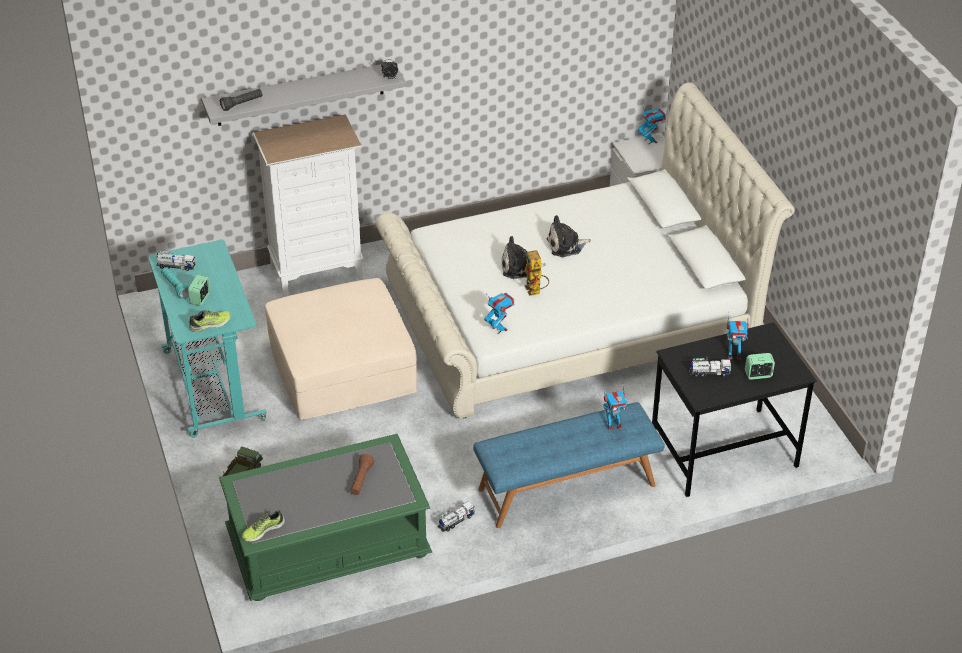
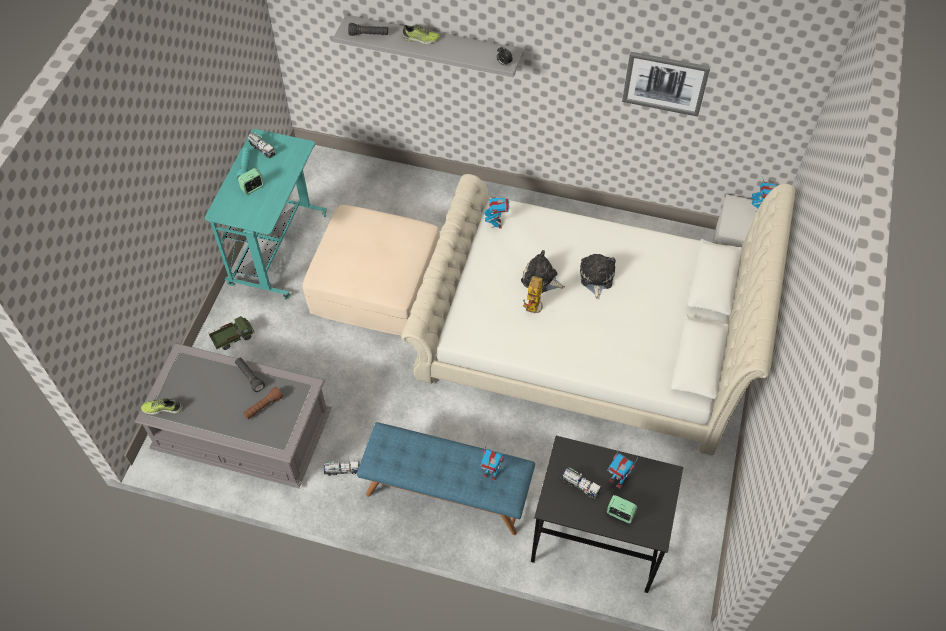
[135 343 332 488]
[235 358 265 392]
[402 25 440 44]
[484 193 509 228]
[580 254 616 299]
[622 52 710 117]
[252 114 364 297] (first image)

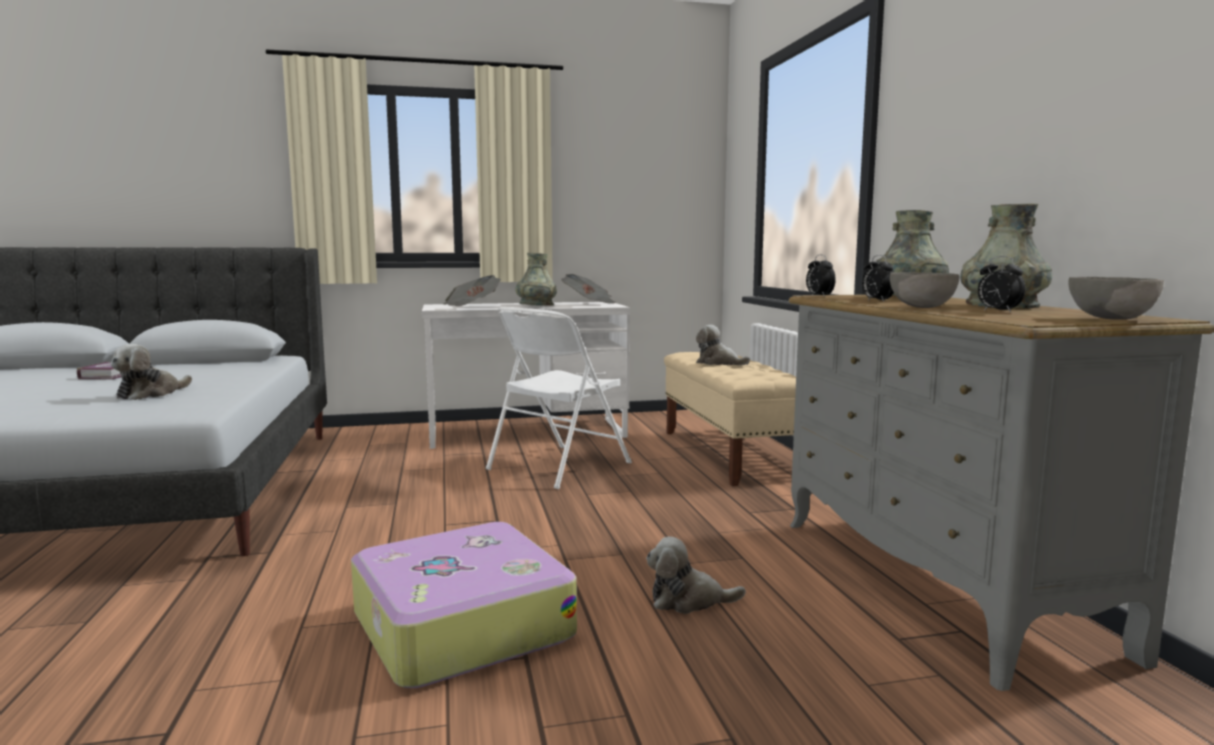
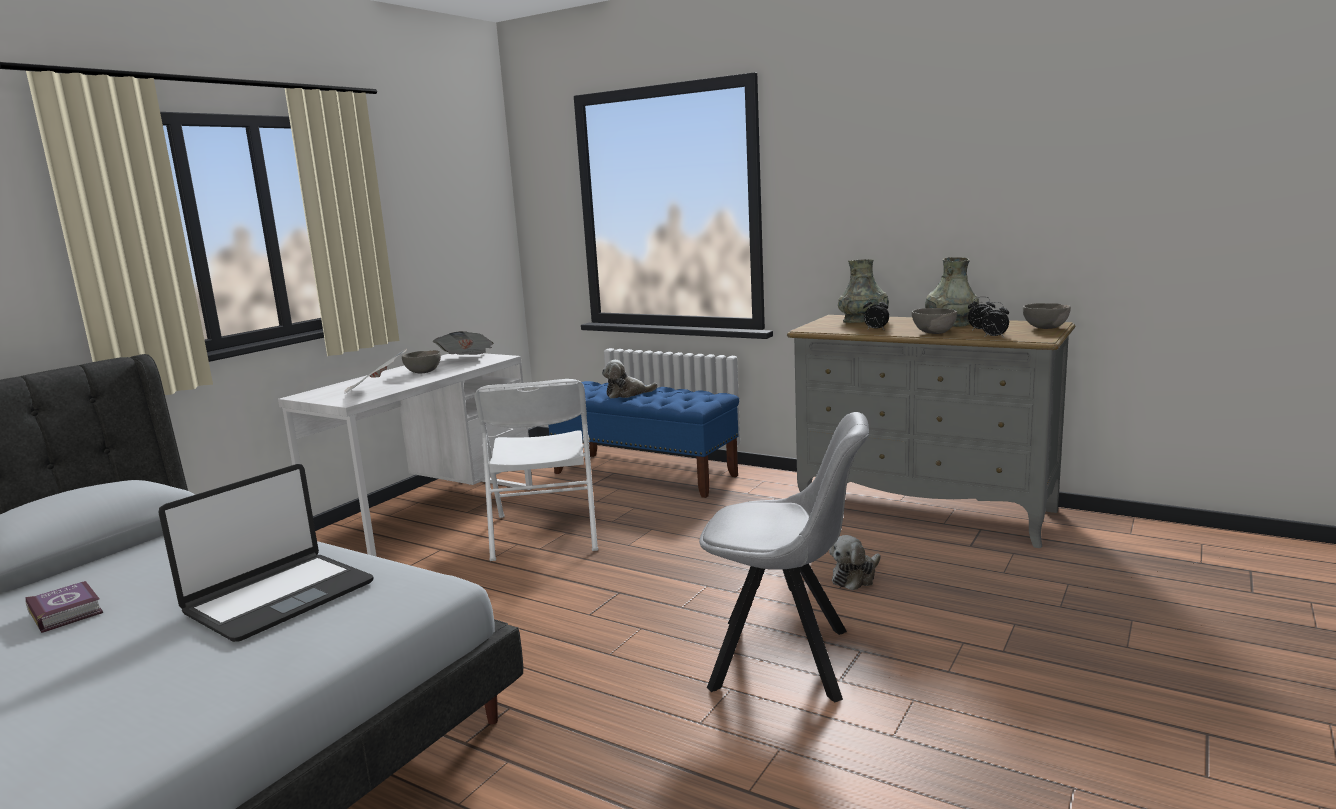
[159 464 374 642]
[402 350 441 374]
[548 381 739 498]
[699 412 869 702]
[980 302 1009 338]

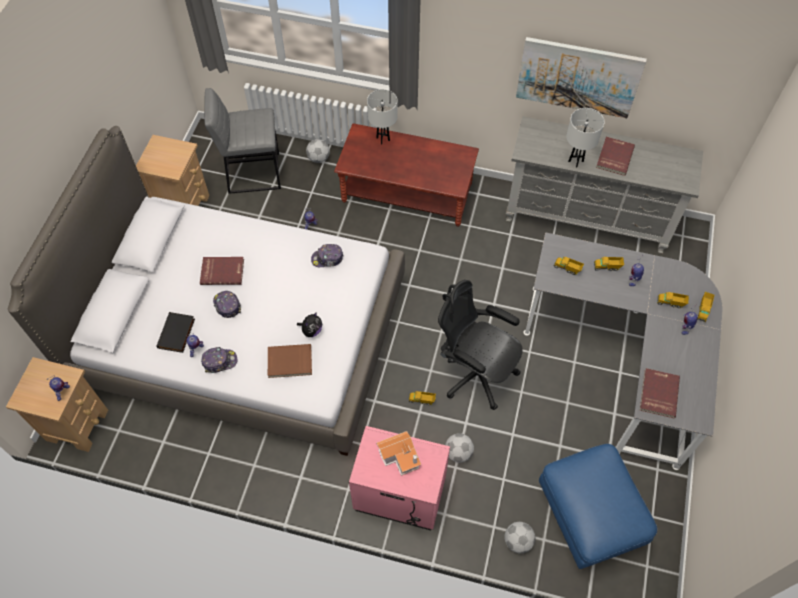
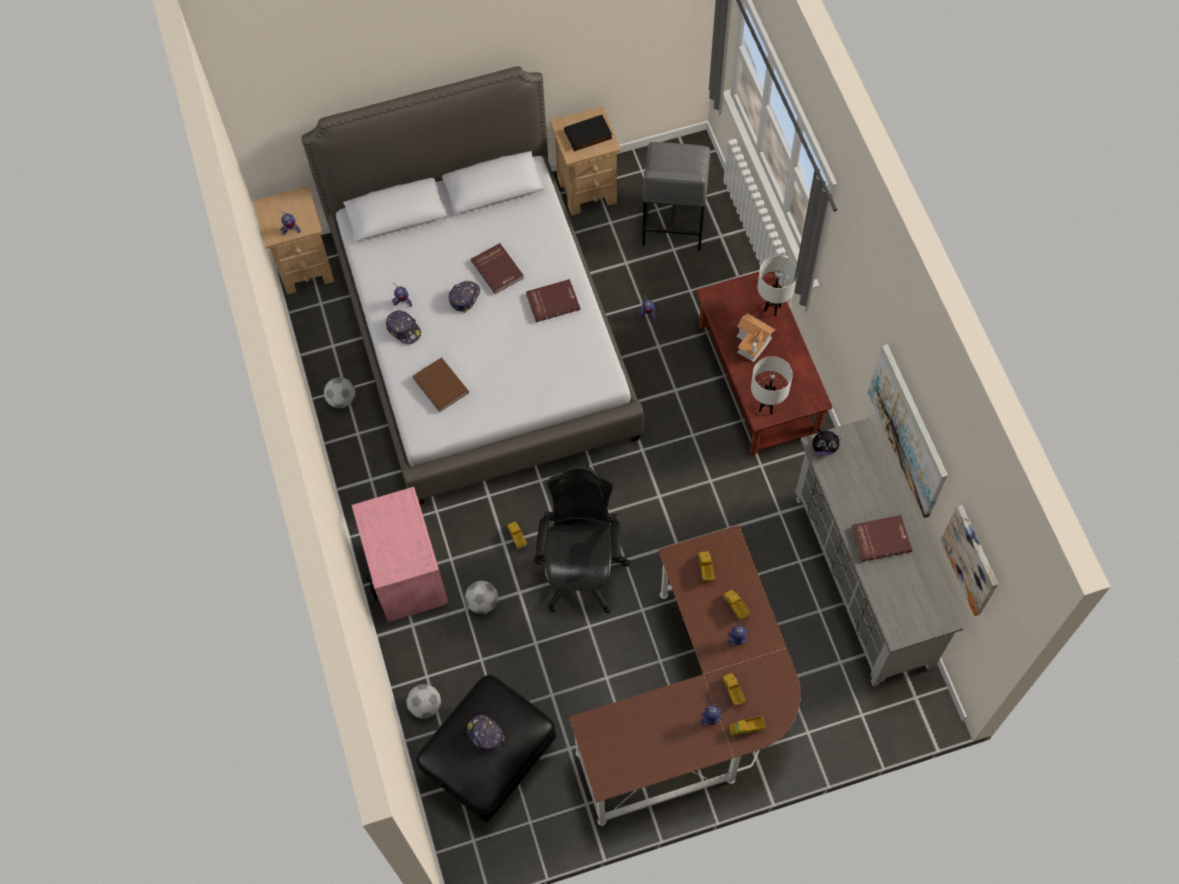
[324 377 355 408]
[416 675 557 822]
[467 715 505 752]
[526 279 580 322]
[564 115 612 151]
[569 525 801 826]
[642 142 710 250]
[736 313 775 362]
[751 356 793 415]
[812 428 840 455]
[941 505 998 616]

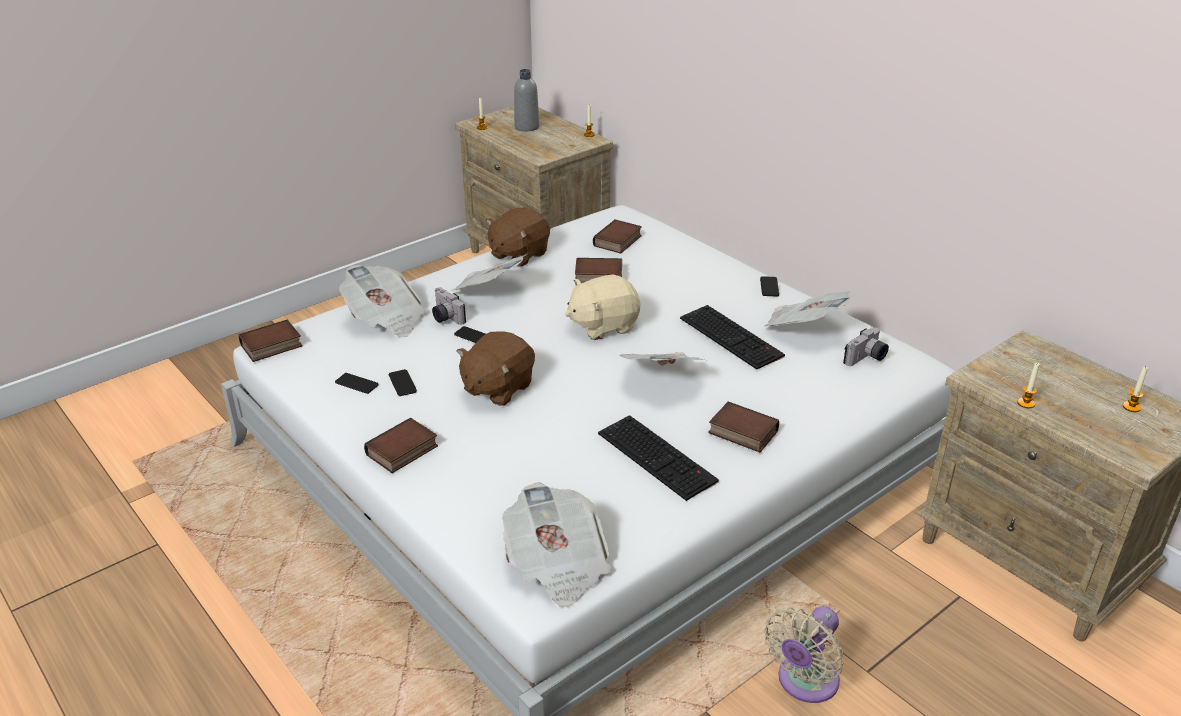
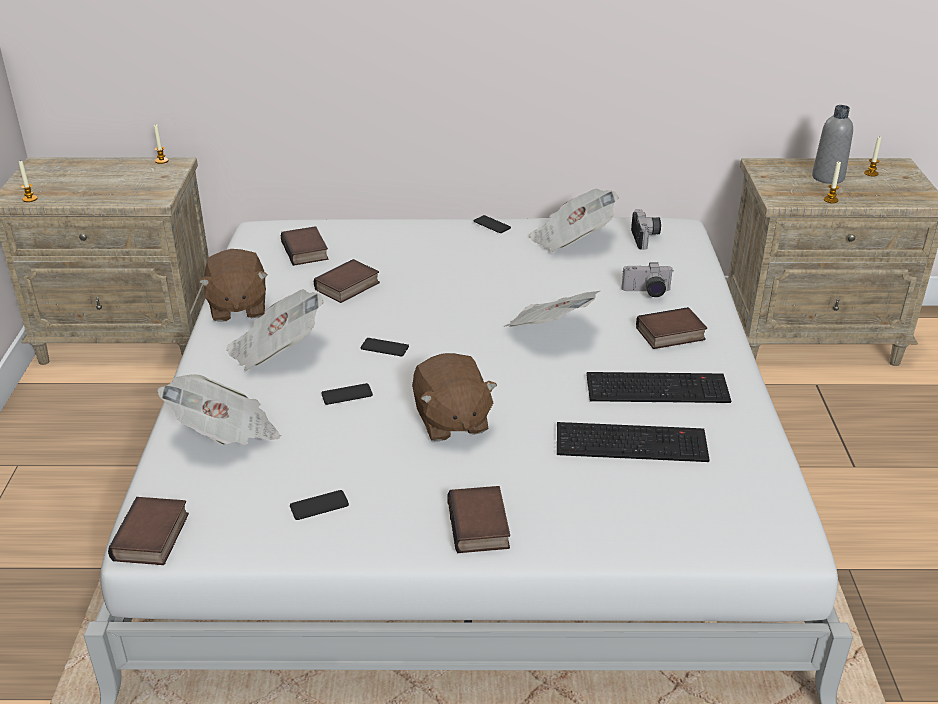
[361 338 409 356]
[557 422 709 462]
[621 263 674 297]
[812 105 853 184]
[502 482 611 607] (first image)
[565 275 641 340] (first image)
[764 606 843 703] (first image)

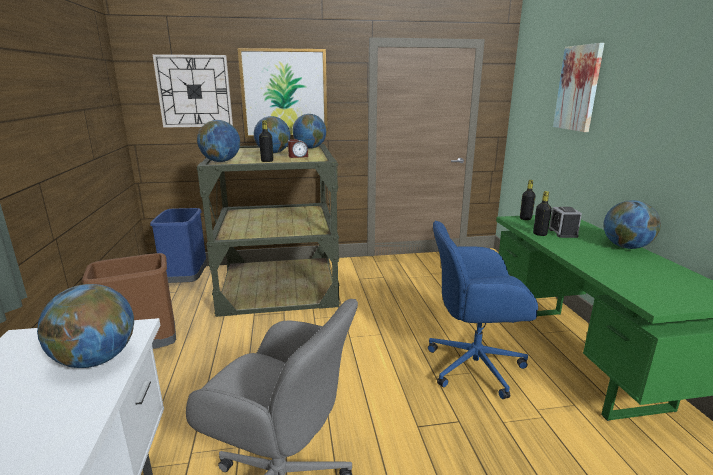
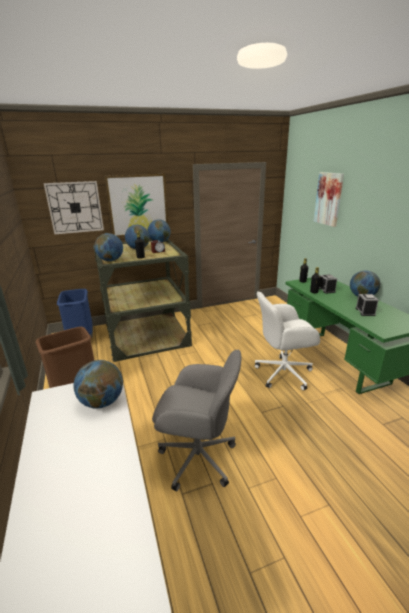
[255 292 320 390]
[356 294 379 316]

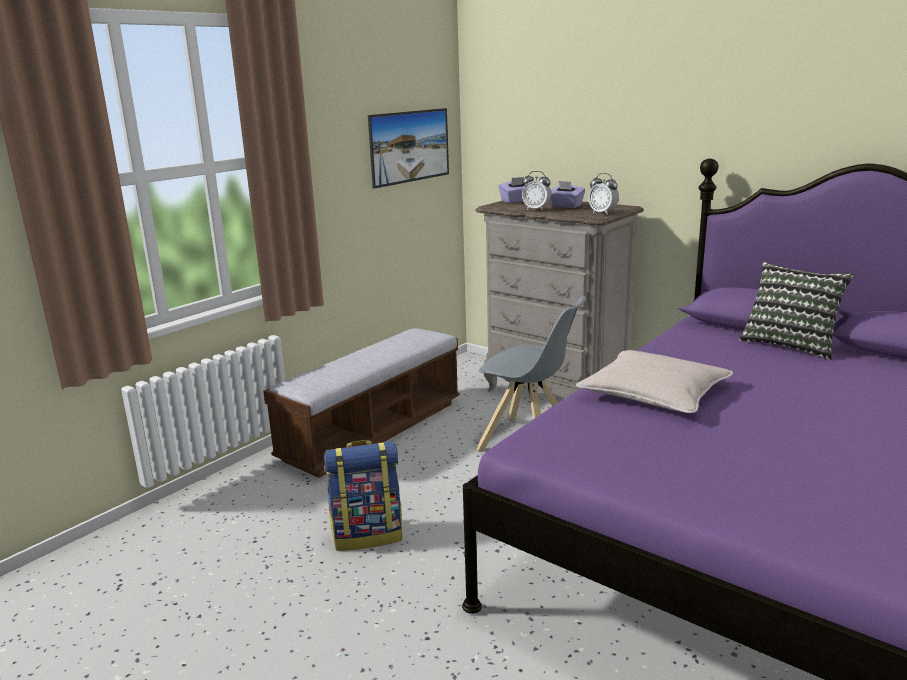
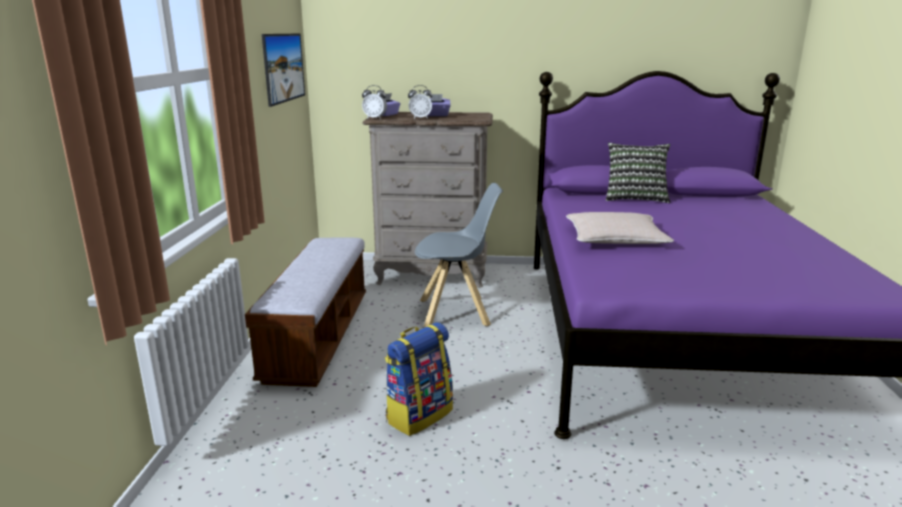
[362 85 387 119]

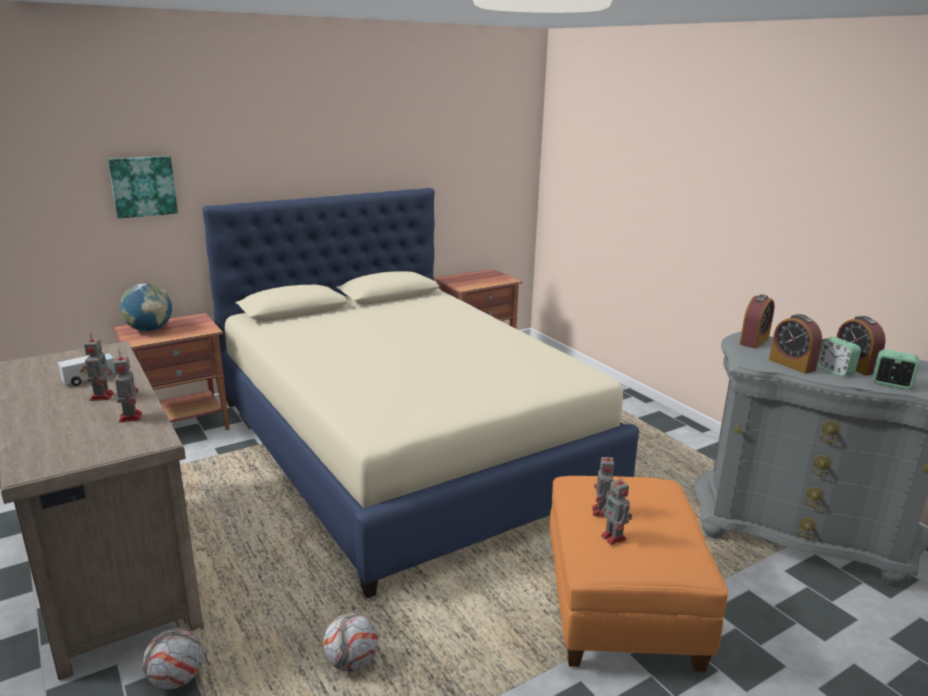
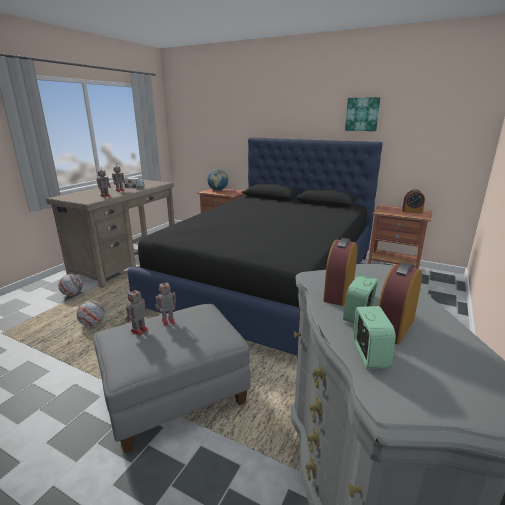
[93 304 250 453]
[127 137 382 356]
[345 97 380 131]
[402 189 425 213]

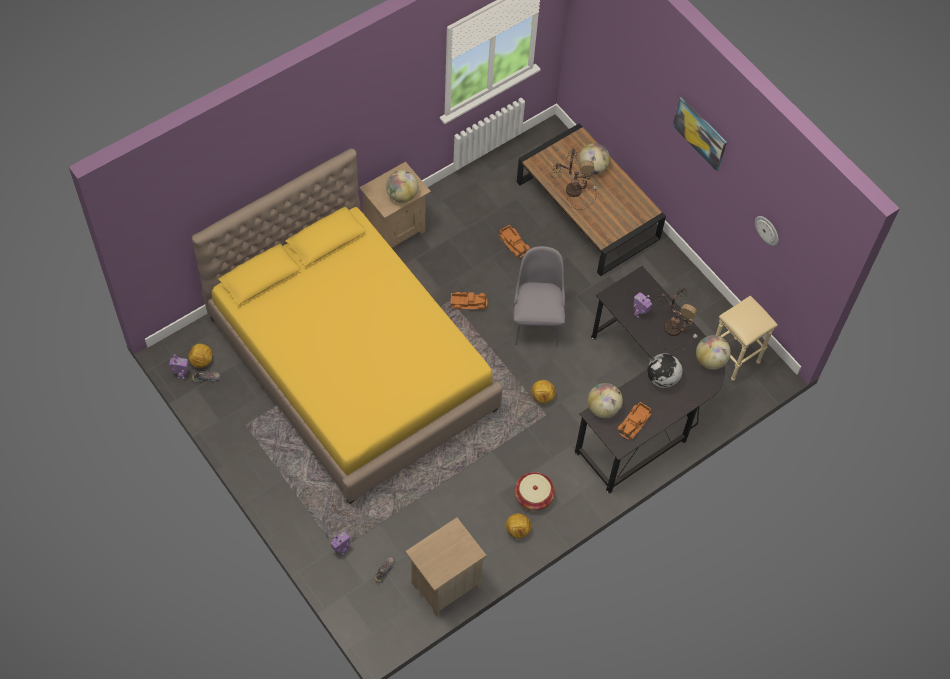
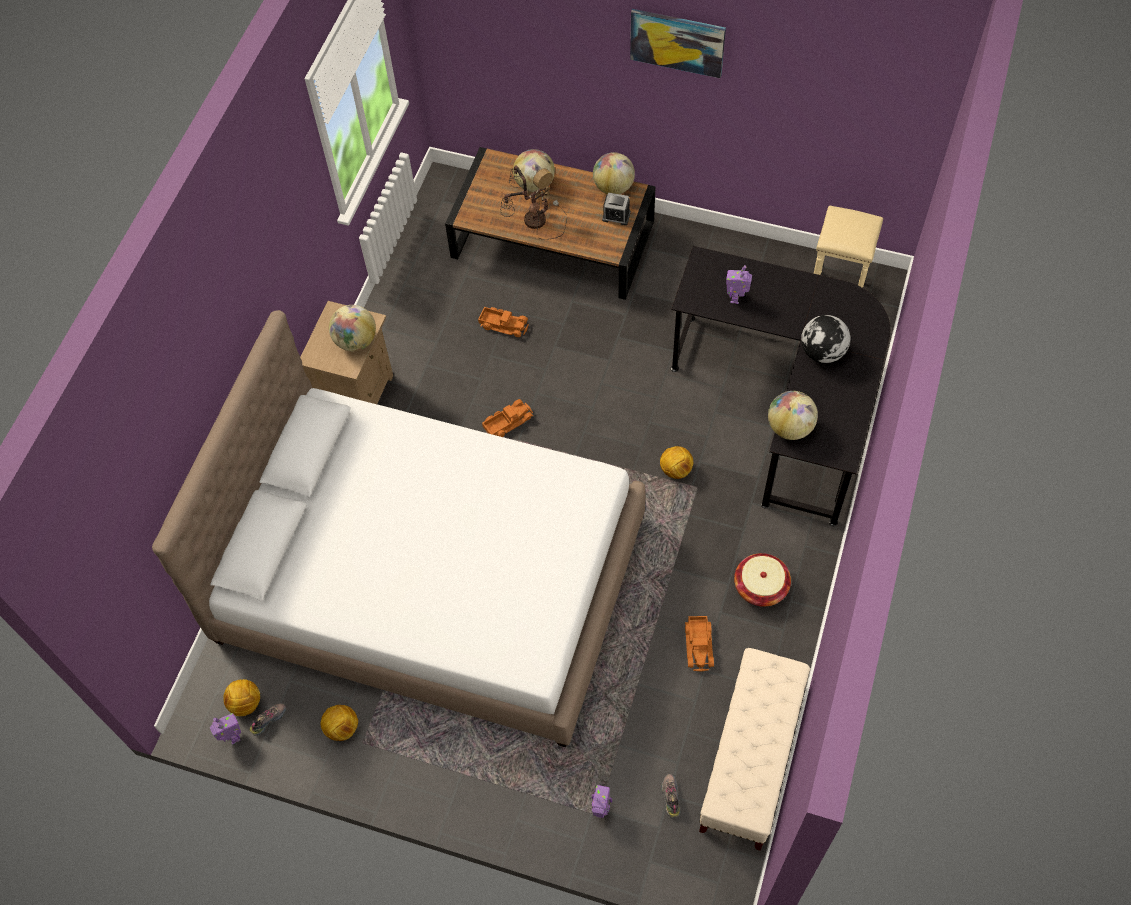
[152 310 646 747]
[321 705 358 741]
[593 152 635 194]
[602 193 631 225]
[685 616 714 671]
[699 648 810 851]
[513 246 565 346] (first image)
[655 287 698 352] (first image)
[755 216 779 246] (first image)

